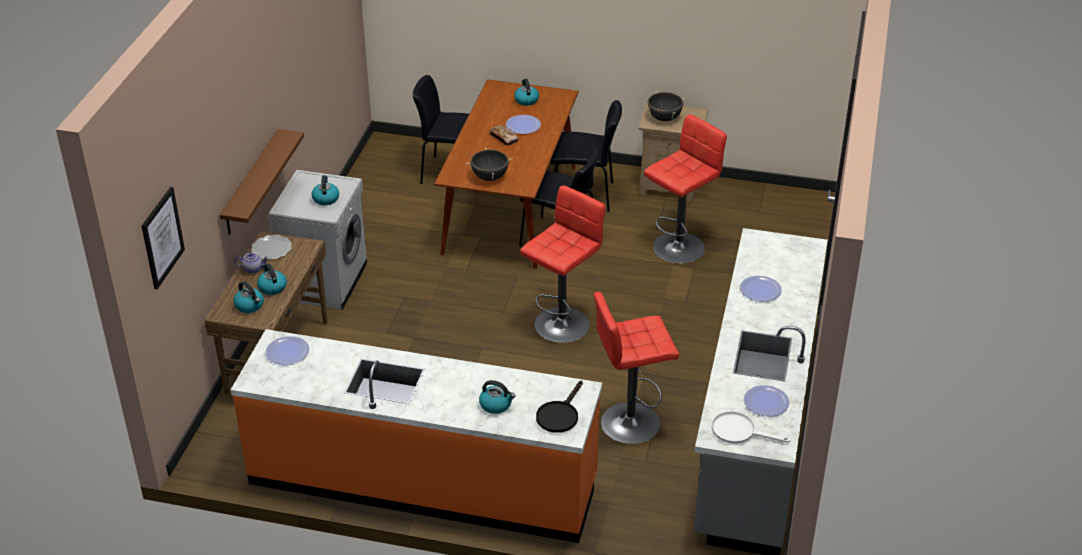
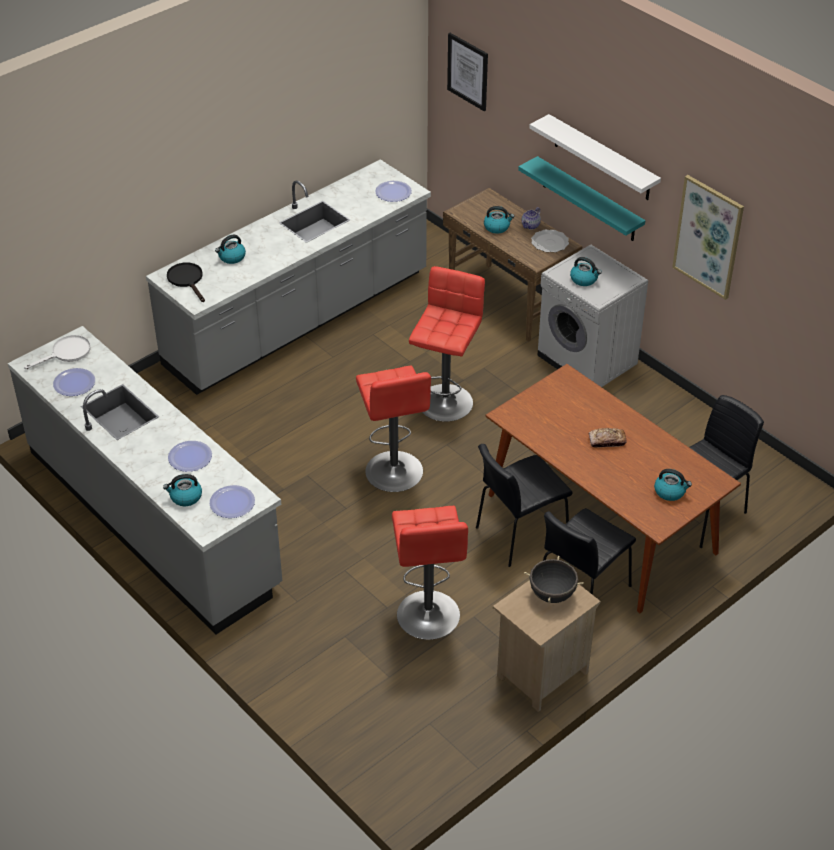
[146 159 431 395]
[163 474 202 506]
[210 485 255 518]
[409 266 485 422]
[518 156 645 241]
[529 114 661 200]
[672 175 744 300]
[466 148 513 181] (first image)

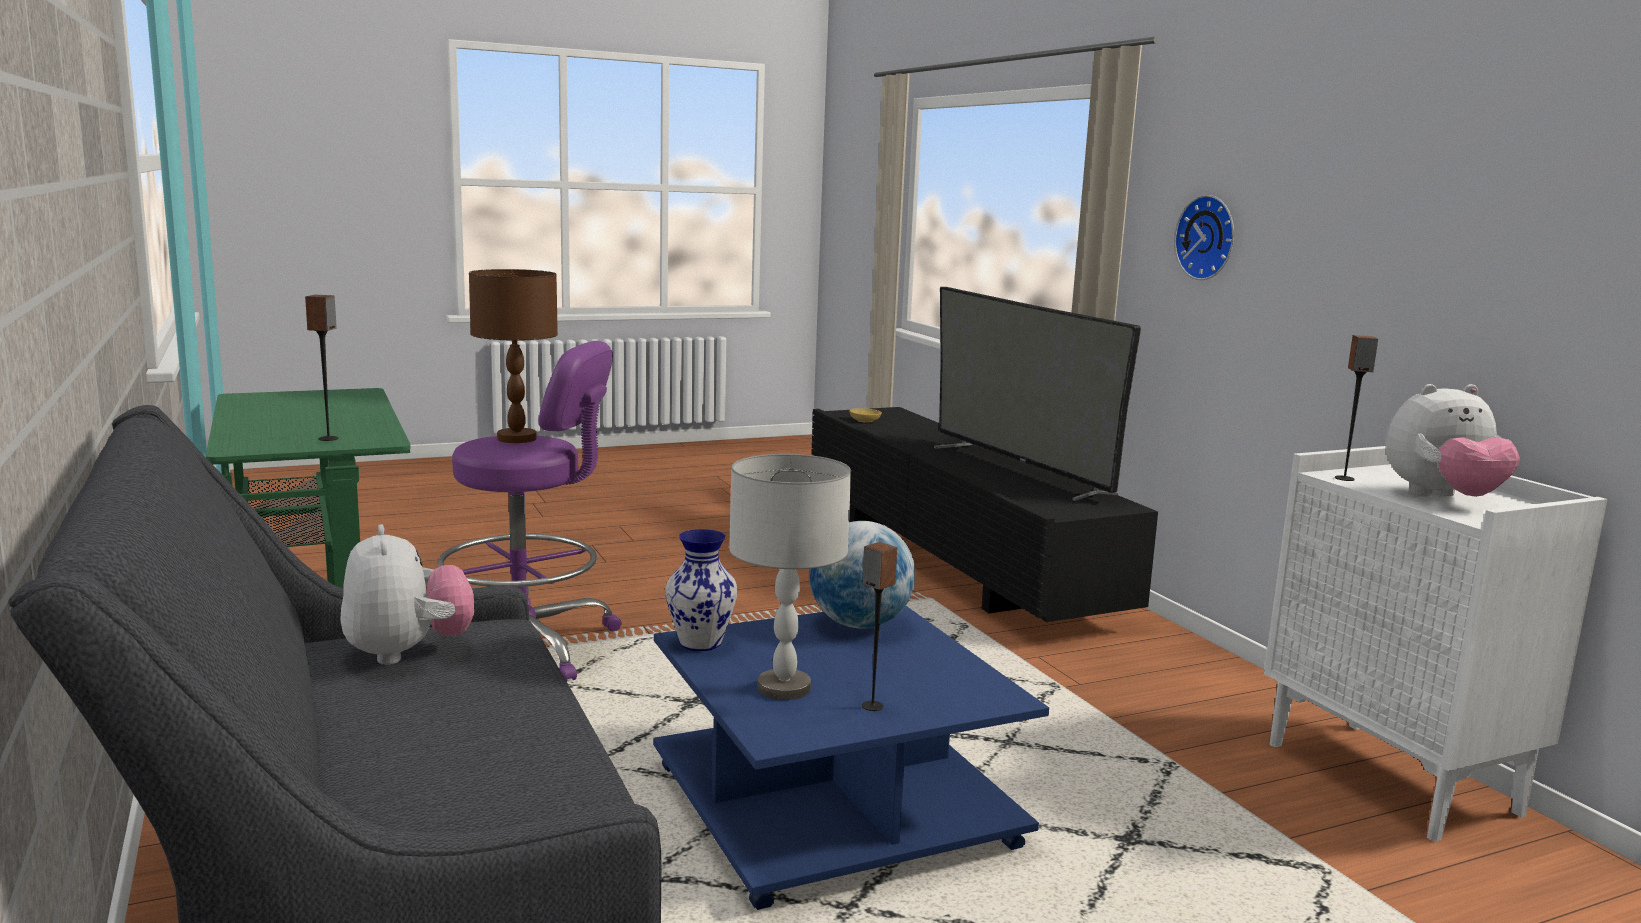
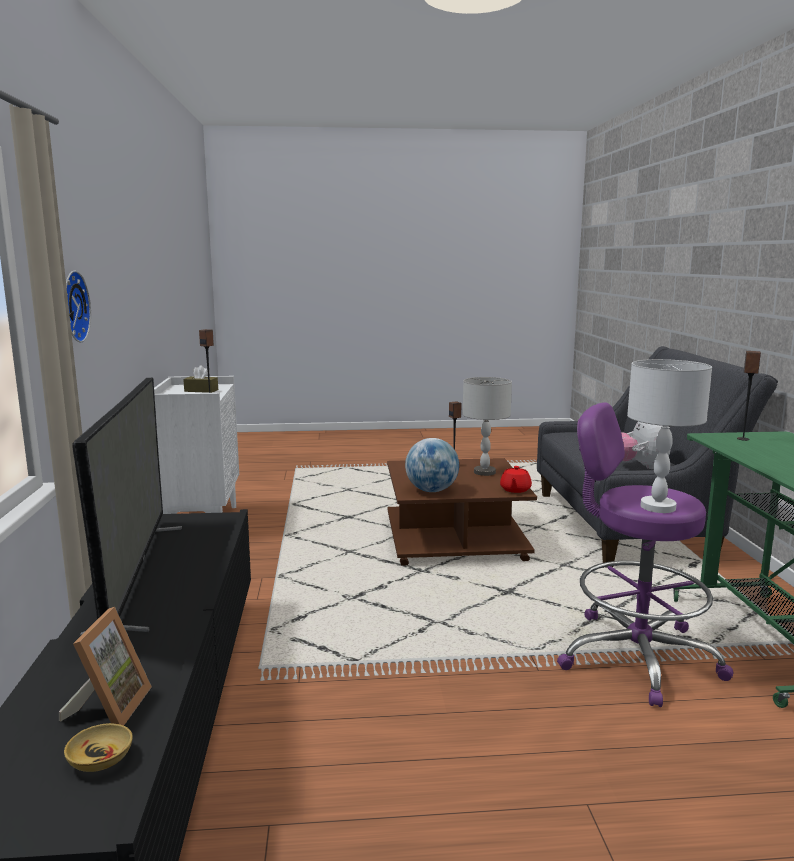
[59 607 152 726]
[183 365 218 393]
[387 458 537 566]
[500 466 532 493]
[627 359 712 513]

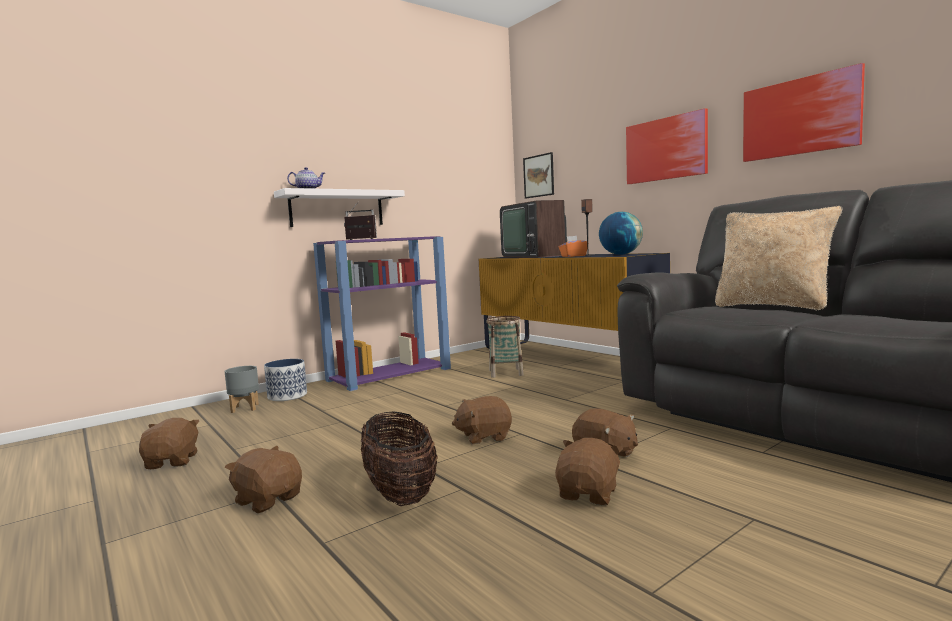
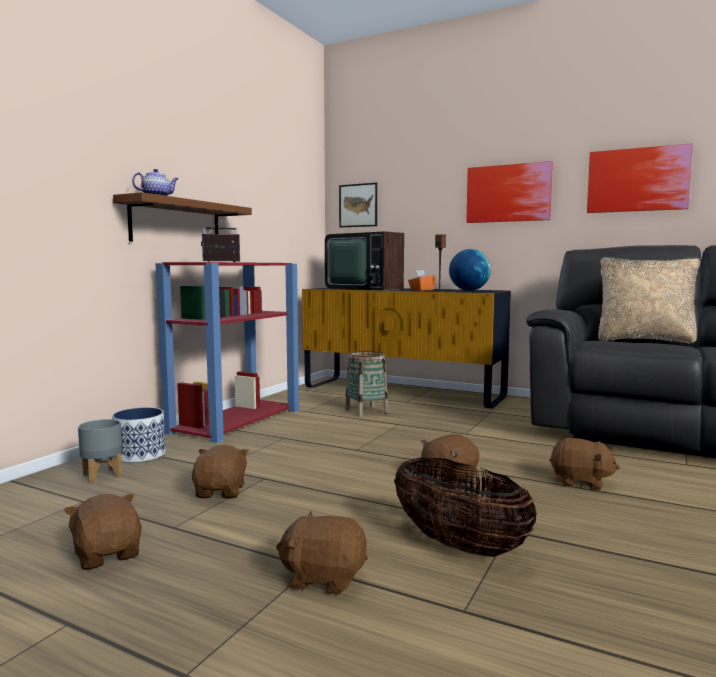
[113 192 252 241]
[155 262 299 443]
[192 445 249 498]

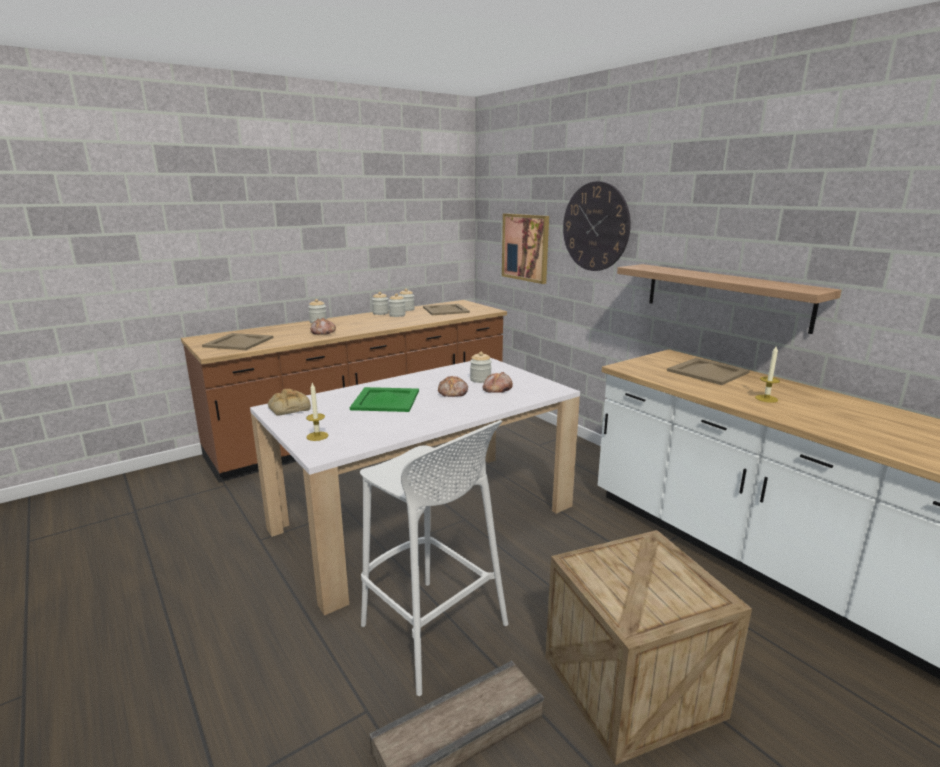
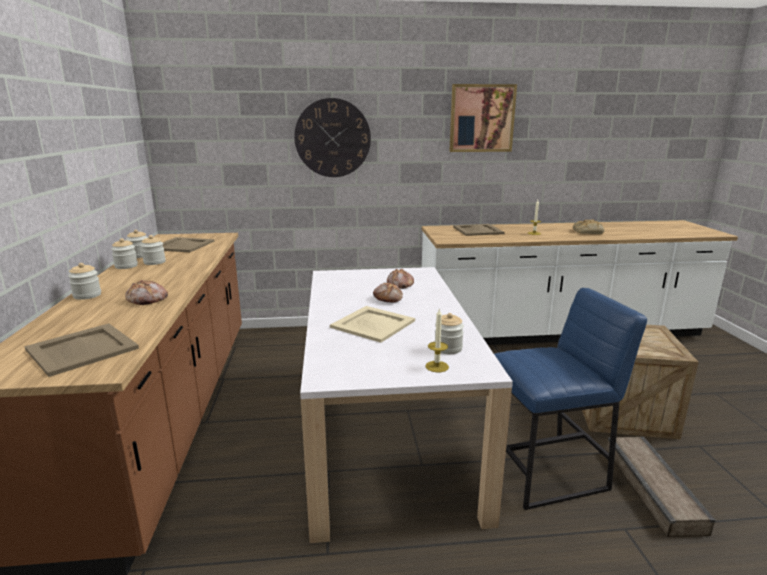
[330 306 415 343]
[435 313 464 354]
[449 84 517 152]
[494 288 647 510]
[573 220 605 234]
[617 264 842 334] (first image)

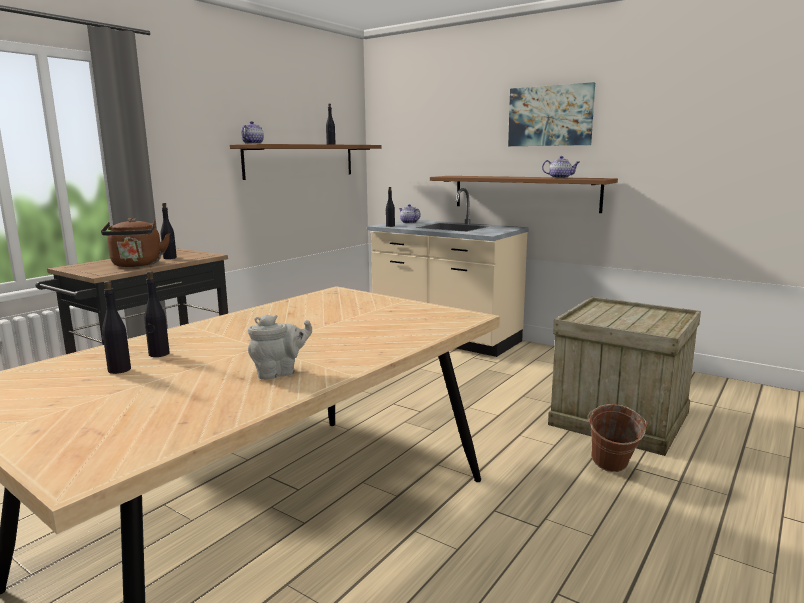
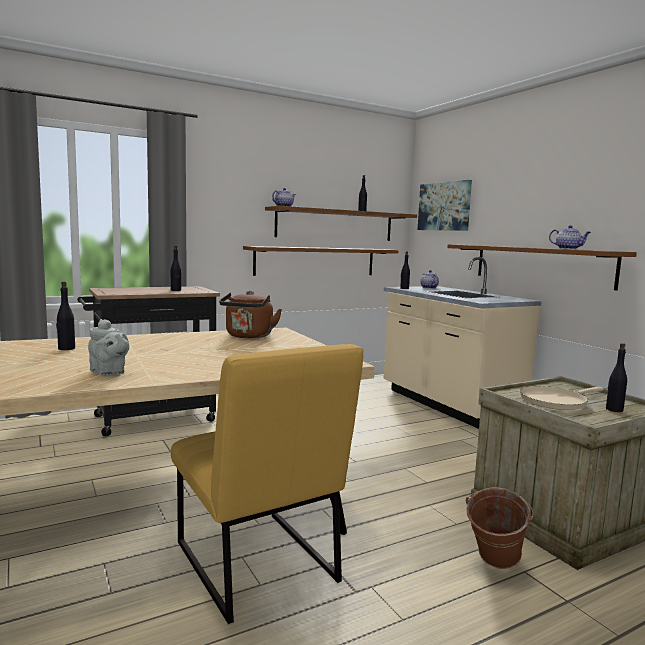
[88 319 129 375]
[171 344 364 624]
[219 291 282 338]
[243 246 399 276]
[418 180 472 231]
[520 386 604 410]
[606 343 627 412]

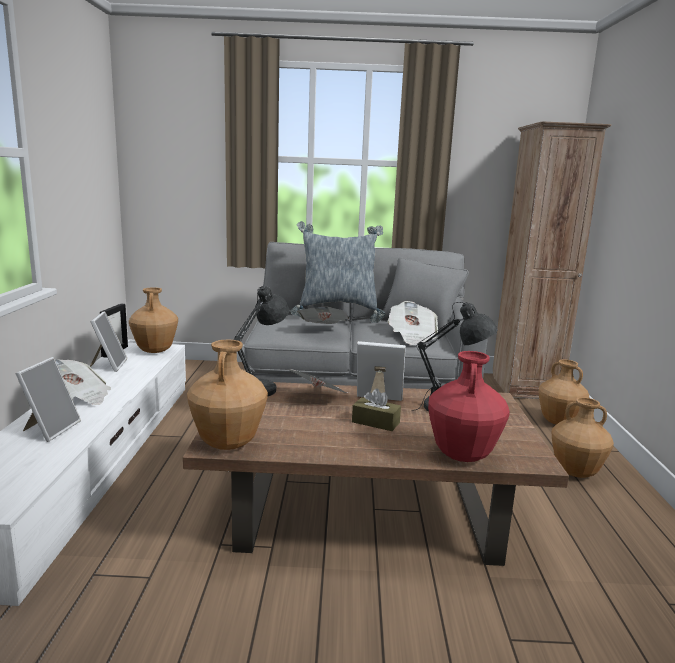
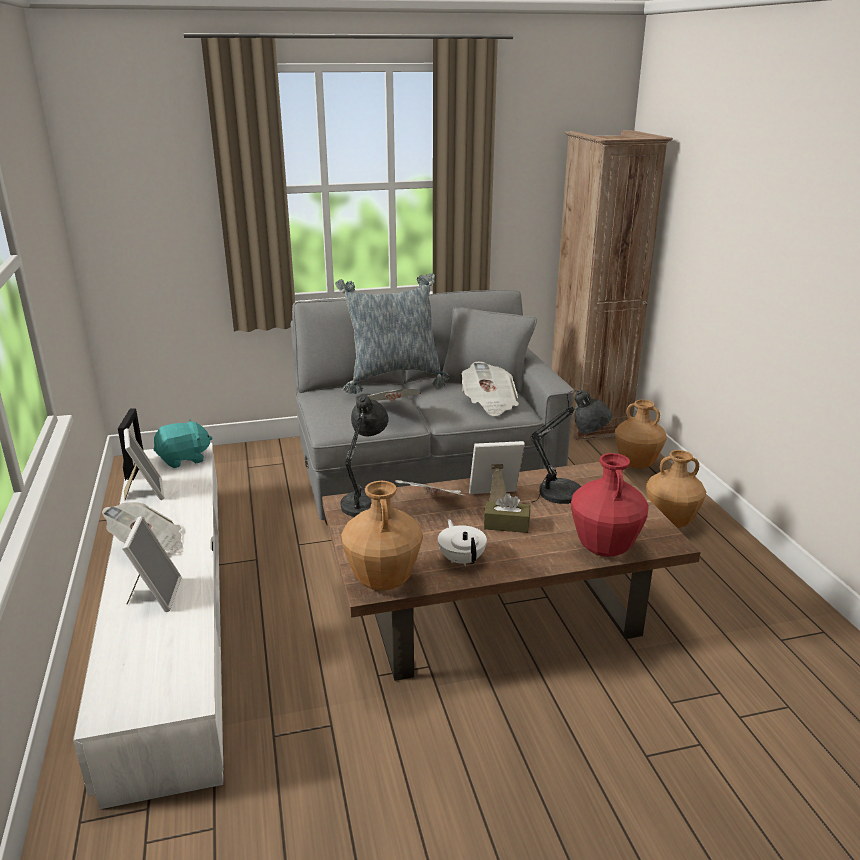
[153 419 213 468]
[438 519 487 567]

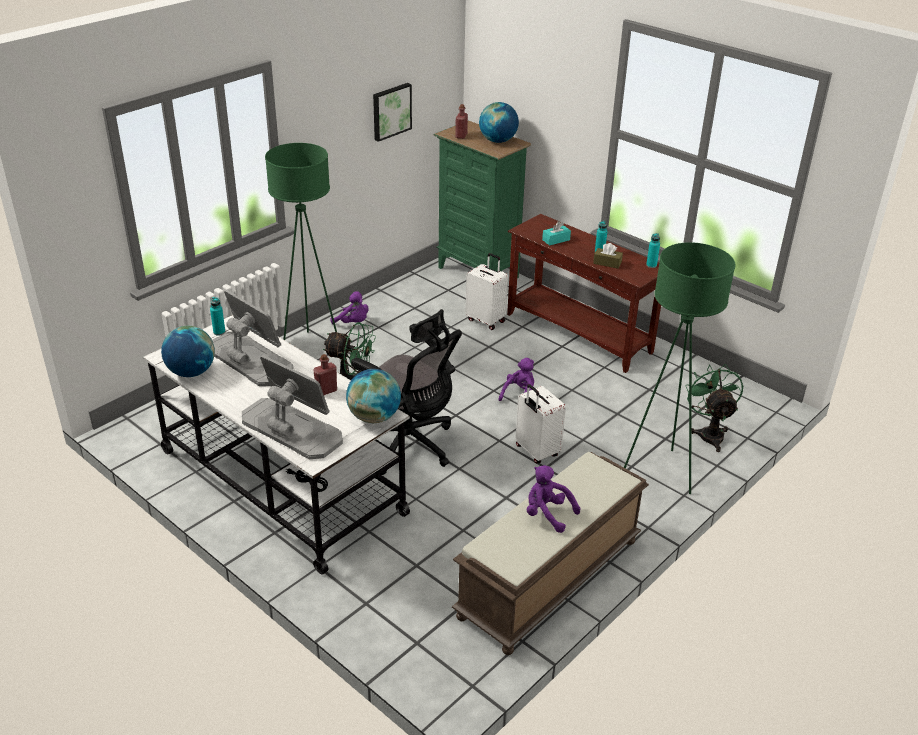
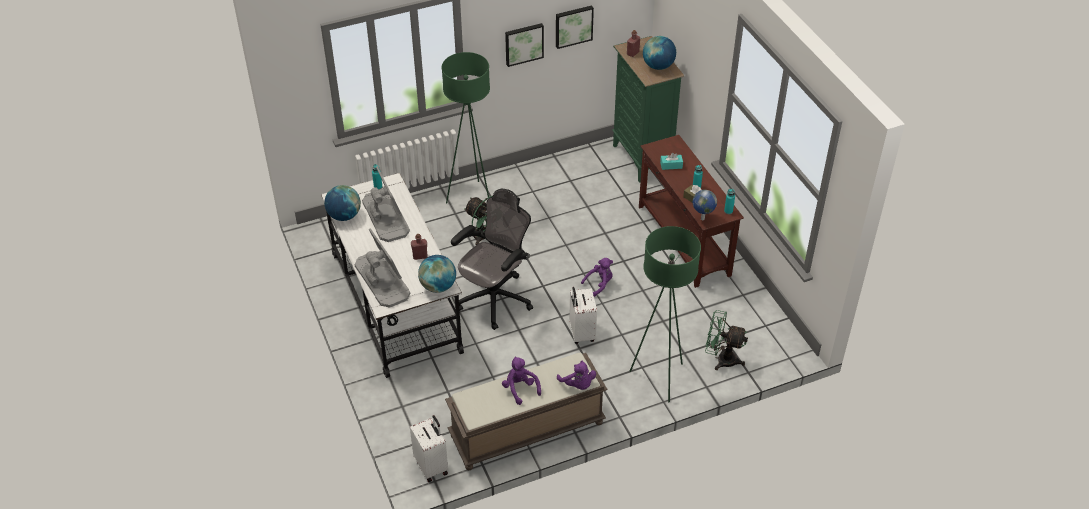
[410 415 448 482]
[451 189 533 330]
[505 23 544 67]
[557 361 596 390]
[693 190 717 221]
[705 310 748 370]

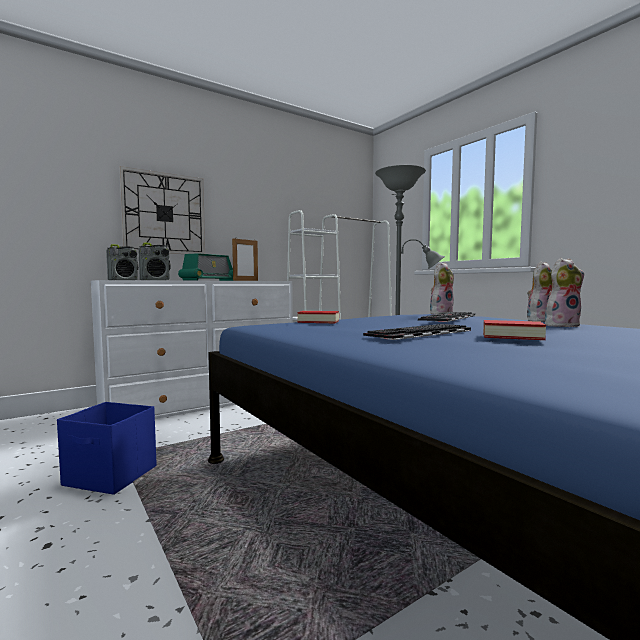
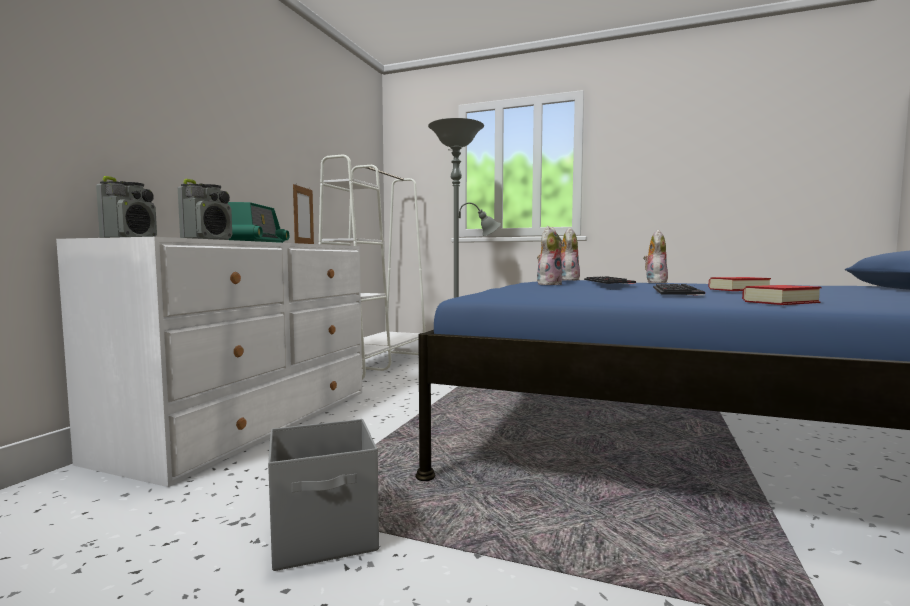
[268 419 379 571]
[537 226 563 285]
[742 285 821 305]
[119 166 205 254] (first image)

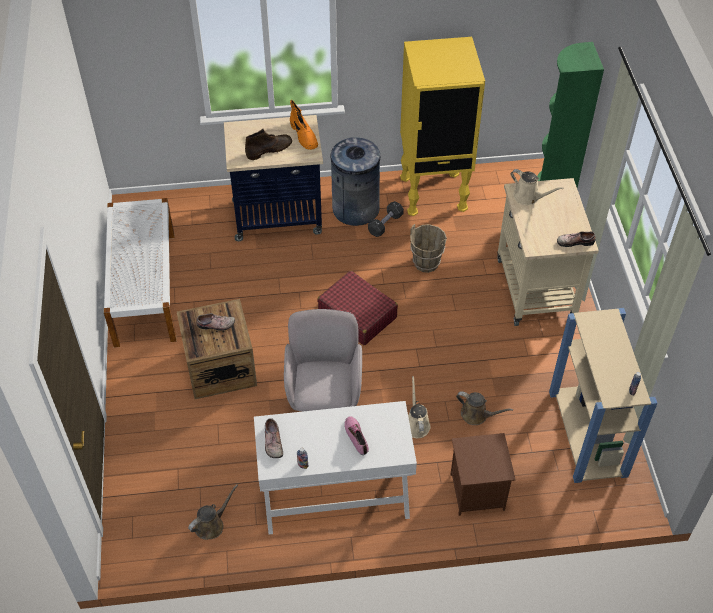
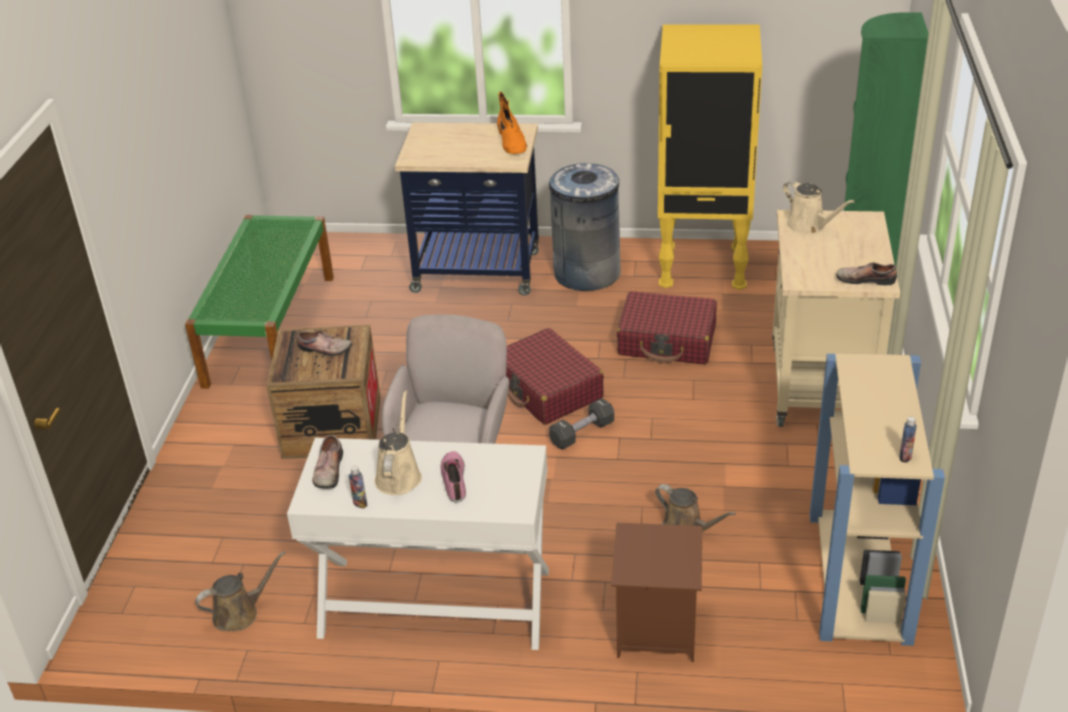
[185 215 334 389]
[374 390 422 495]
[549 398 614 450]
[617 291 717 364]
[245 129 292 160] (first image)

